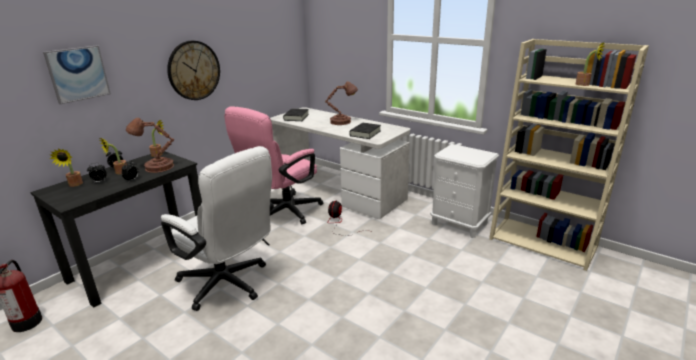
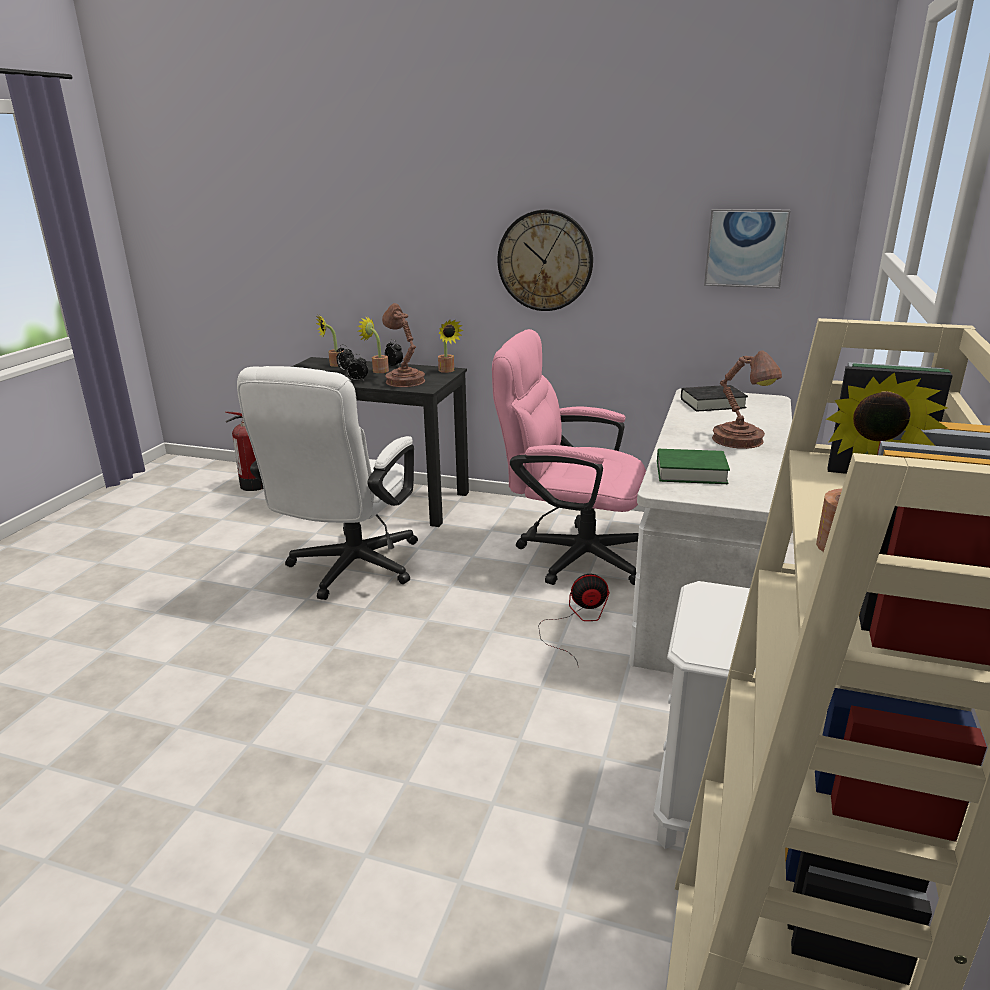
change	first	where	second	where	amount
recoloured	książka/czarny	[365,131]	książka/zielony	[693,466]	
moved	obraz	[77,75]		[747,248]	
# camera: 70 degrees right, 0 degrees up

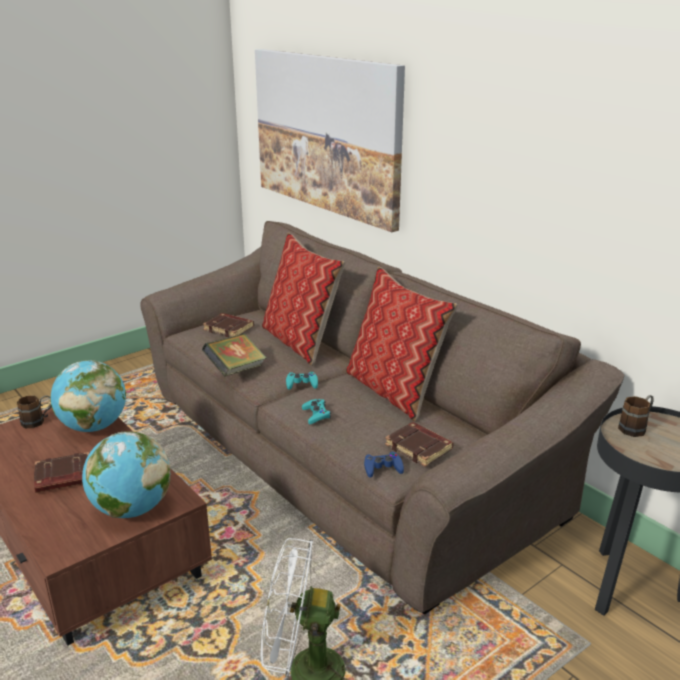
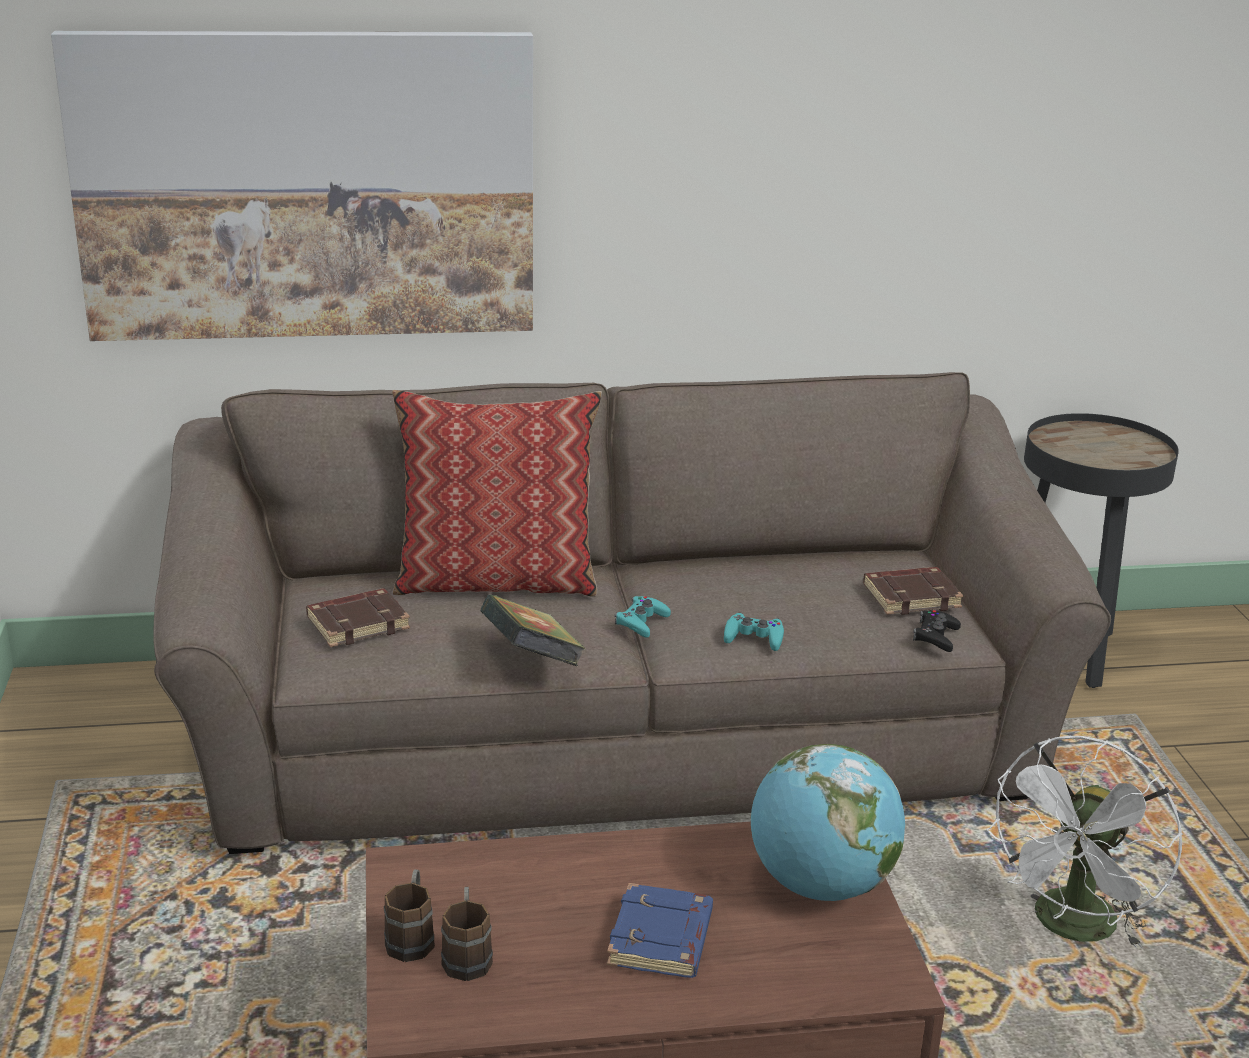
change	first	where	second	where	amount
moved	kubek/brązowy	[636,416]		[467,934]	
recoloured	książka/brązowy	[61,472]	książka/niebieski	[660,930]	
recoloured	pad do gier/niebieski	[384,464]	pad do gier/czarny	[937,631]	
removed	globus	[88,396]			
removed	poduszka	[402,344]			
# camera: 60 degrees left, 0 degrees up

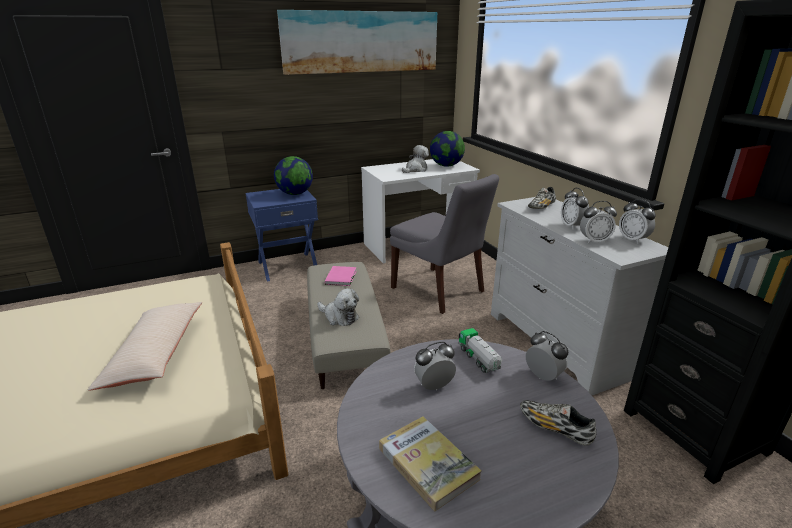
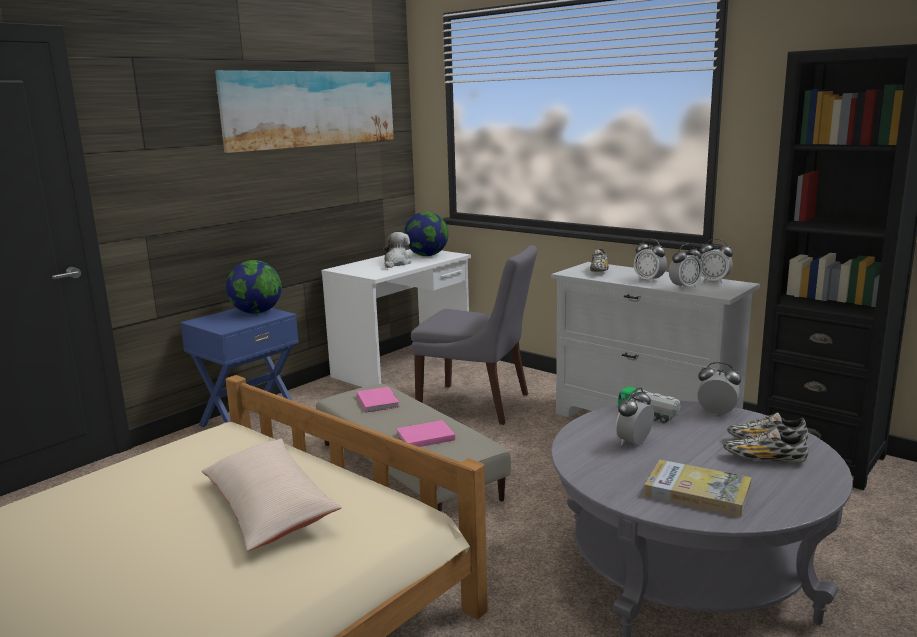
change	first	where	second	where	amount
replaced	pluszak	[338,307]	książka/różowy	[425,433]	
added			but	[765,445]	
# camera: 25 degrees left, 10 degrees down

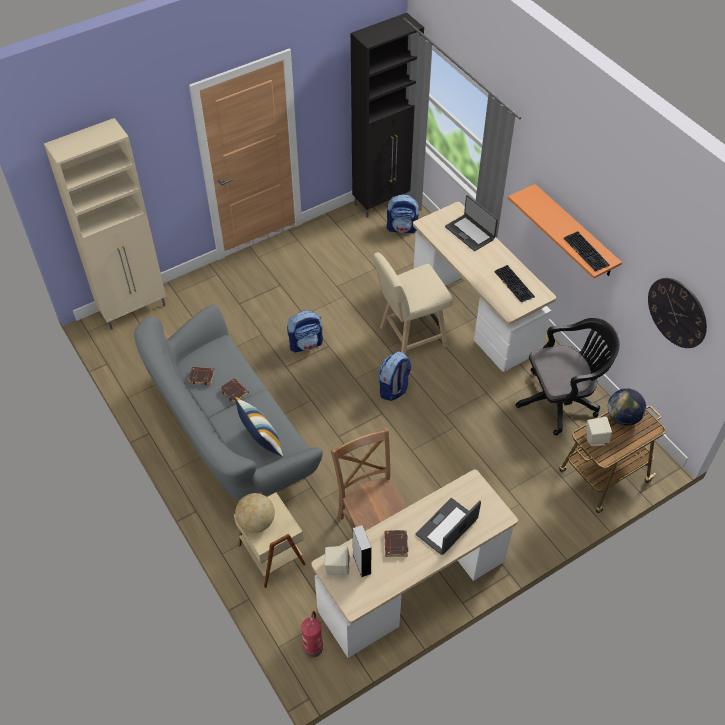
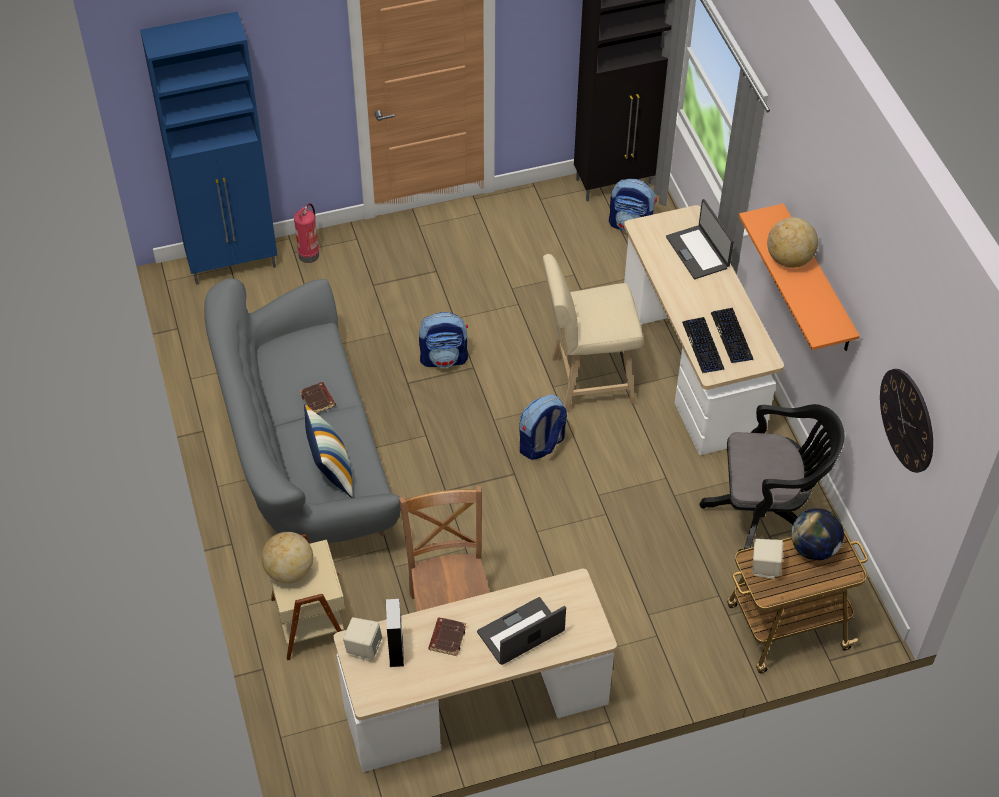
change	first	where	second	where	amount
recoloured	szafka/beżowy	[105,224]	szafka/niebieski	[208,148]	
moved	gaśnica	[312,634]		[306,233]	
moved	klawiatura	[587,251]		[703,345]	
added			globus	[792,242]	
removed	książka/brązowy	[201,376]			
# camera: 15 degrees right, 0 degrees up

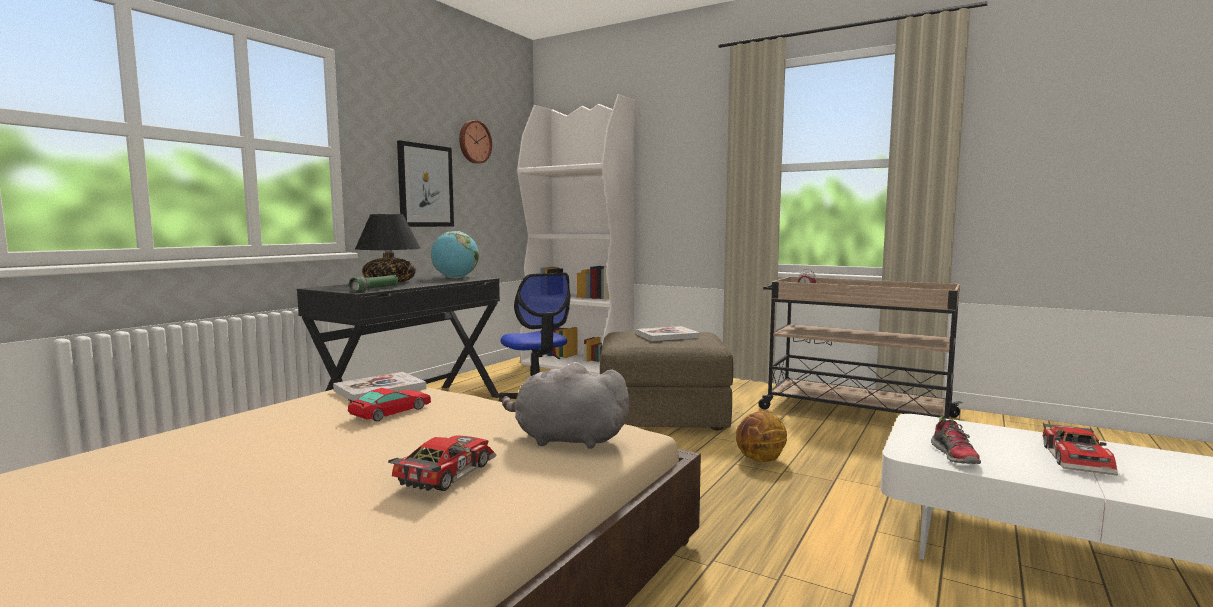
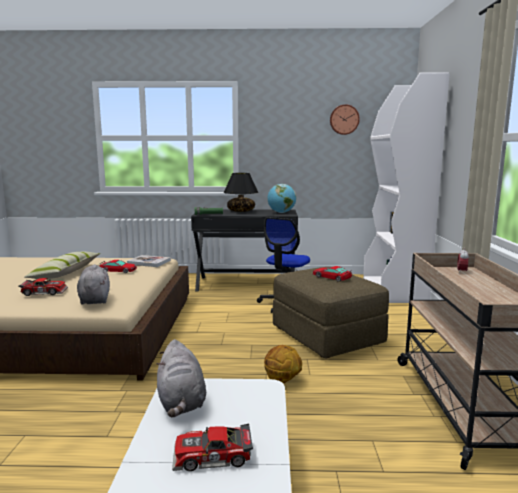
change	first	where	second	where	amount
added			poduszka	[62,265]	
replaced	but	[956,440]	pluszak/szary	[181,378]	
replaced	książka	[668,333]	samochodzik	[332,274]	
removed	obraz	[425,183]			
# camera: 60 degrees right, 5 degrees up

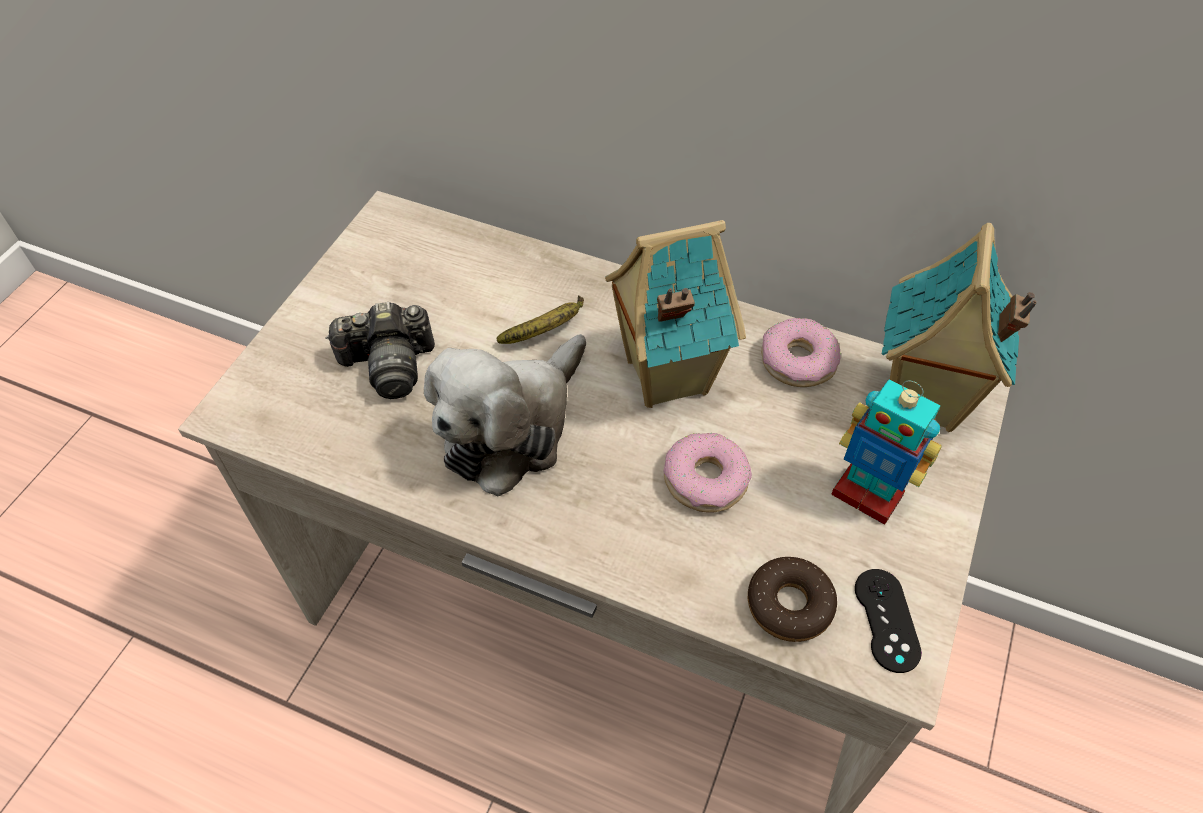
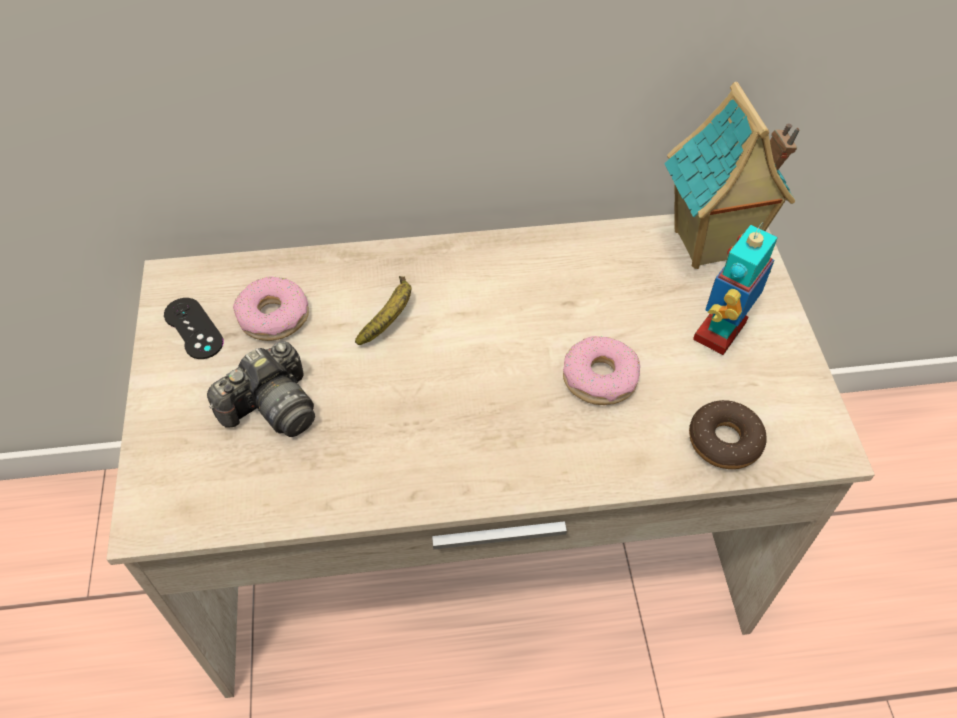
change	first	where	second	where	amount
moved	pad do gier/czarny	[888,621]		[193,328]	
moved	donut	[801,352]		[271,309]	
turned	robot zabawkowy	[886,452]		[735,288]	120 degrees clockwise
removed	pluszak	[505,415]			
removed	domek	[675,314]			
# camera: 30 degrees left, 0 degrees up

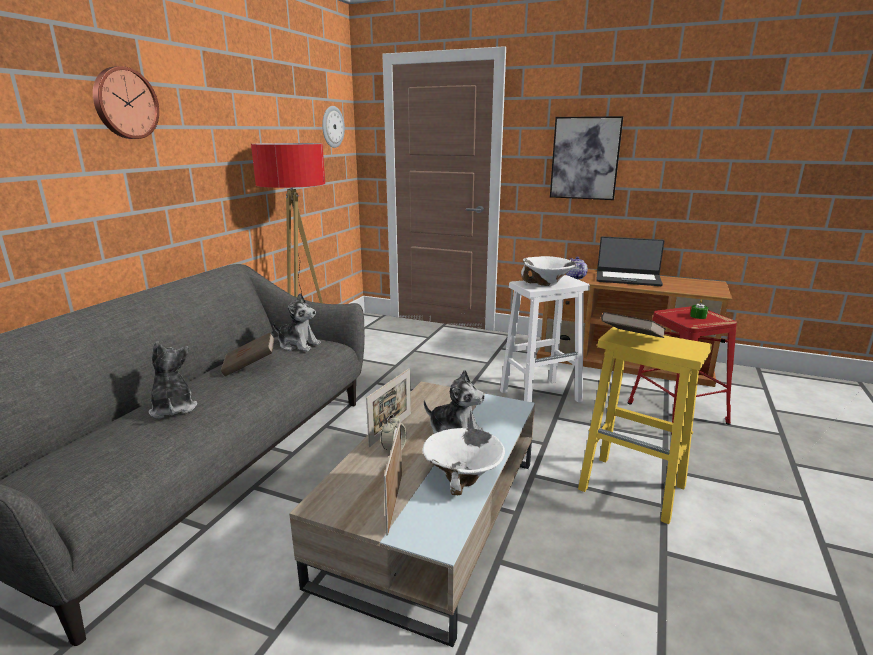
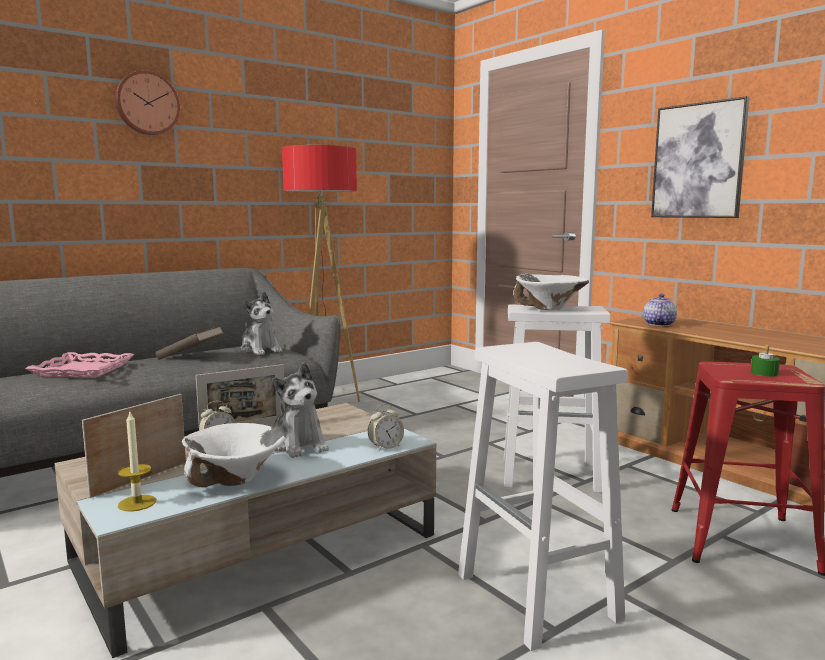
change	first	where	second	where	amount
replaced	pluszak	[173,379]	taca/różowy	[79,365]	
added			świeca	[137,461]	
added			budzik	[386,427]	
recoloured	stołek/żółty	[645,425]	stołek/biały	[542,496]	
removed	zegar ścienny	[333,127]			
removed	laptop	[630,261]			
removed	książka/brązowy	[633,325]			
# camera: 30 degrees right, 10 degrees down

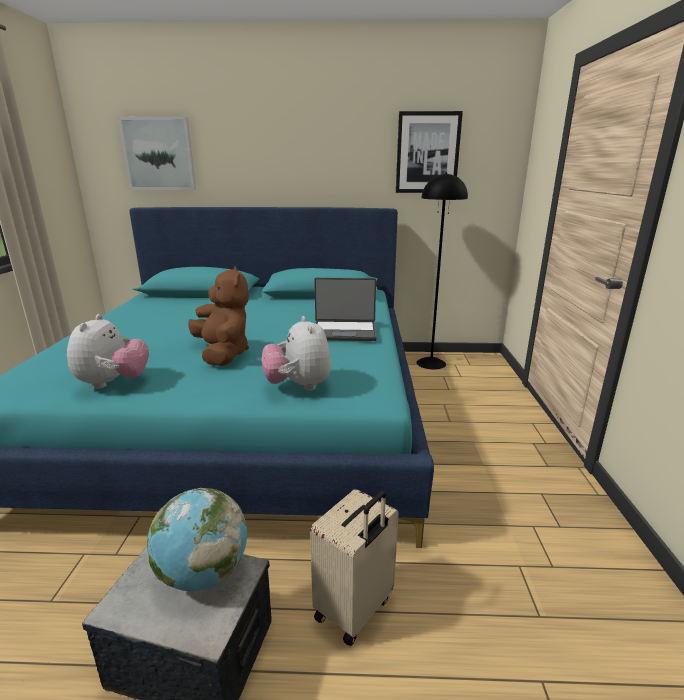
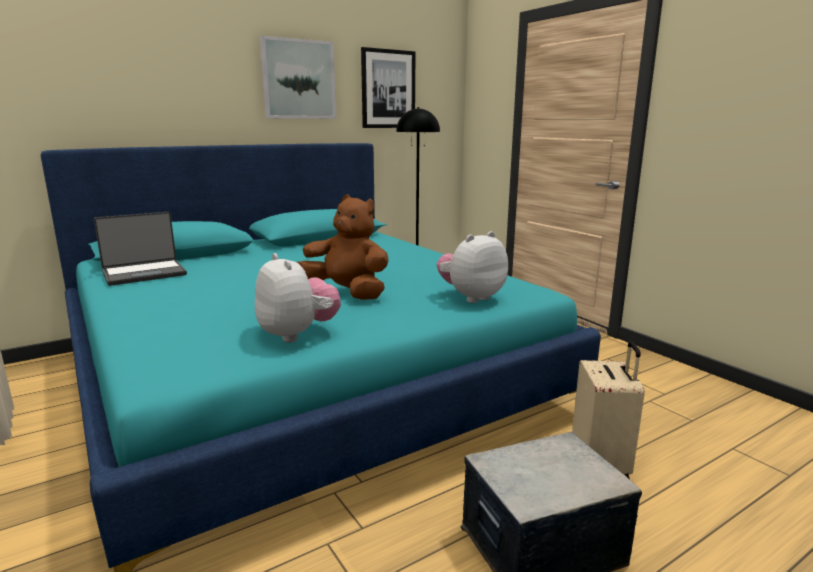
change	first	where	second	where	amount
moved	laptop	[345,309]		[140,249]	
moved	obraz	[157,153]		[298,77]	
turned	pluszak	[296,353]		[472,267]	105 degrees clockwise
removed	globus	[197,539]			
# camera: 35 degrees left, 5 degrees down

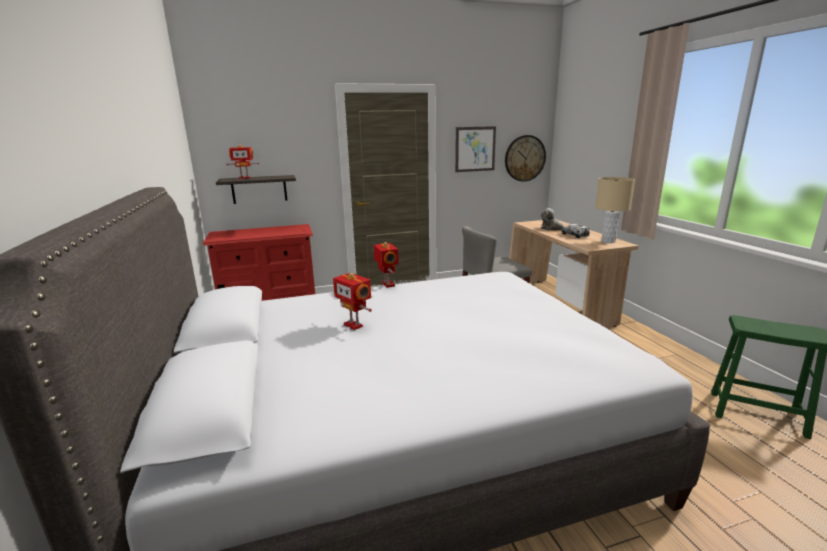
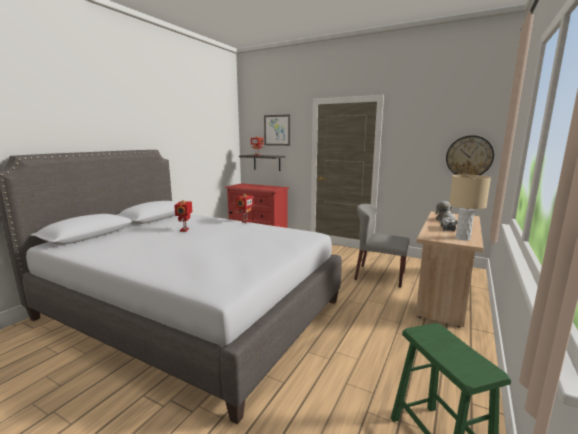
change	first	where	second	where	amount
moved	obraz	[475,149]		[277,130]	
# camera: 45 degrees right, 5 degrees down

